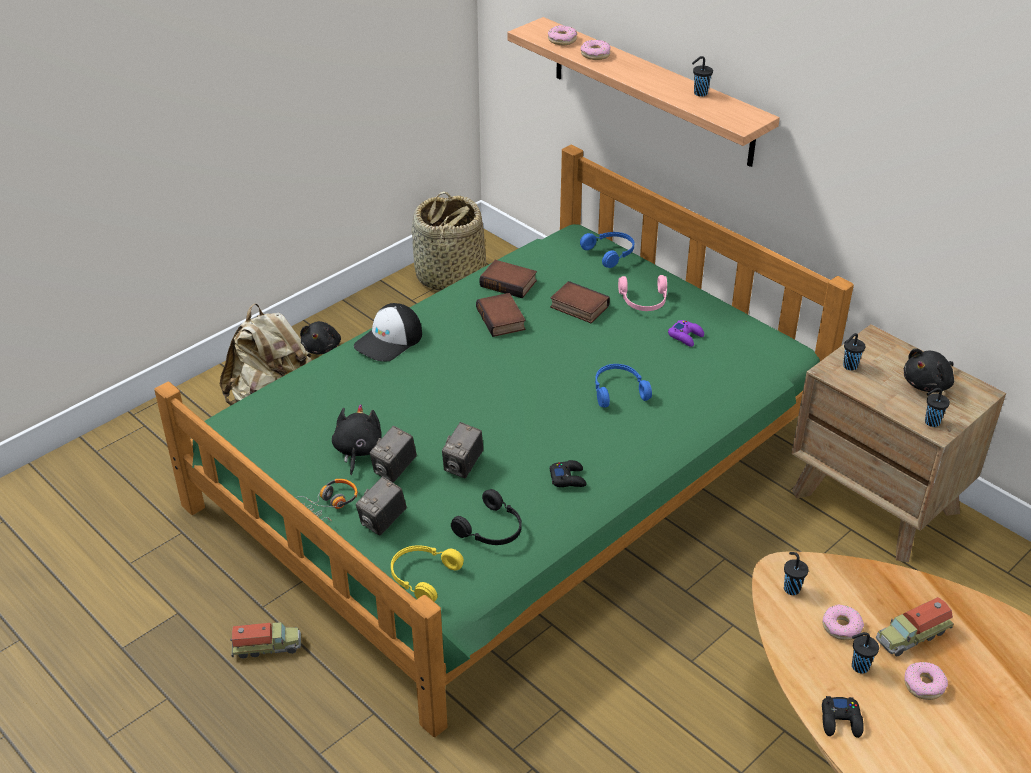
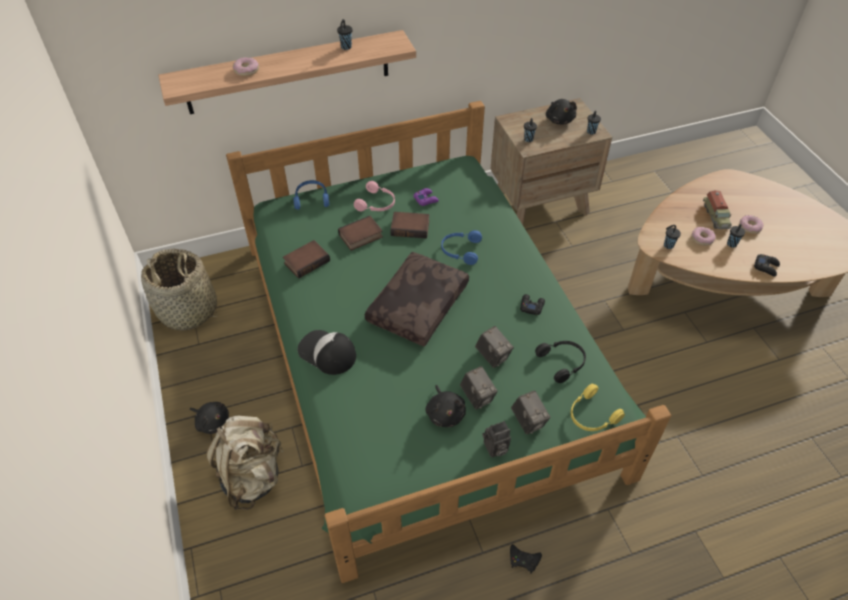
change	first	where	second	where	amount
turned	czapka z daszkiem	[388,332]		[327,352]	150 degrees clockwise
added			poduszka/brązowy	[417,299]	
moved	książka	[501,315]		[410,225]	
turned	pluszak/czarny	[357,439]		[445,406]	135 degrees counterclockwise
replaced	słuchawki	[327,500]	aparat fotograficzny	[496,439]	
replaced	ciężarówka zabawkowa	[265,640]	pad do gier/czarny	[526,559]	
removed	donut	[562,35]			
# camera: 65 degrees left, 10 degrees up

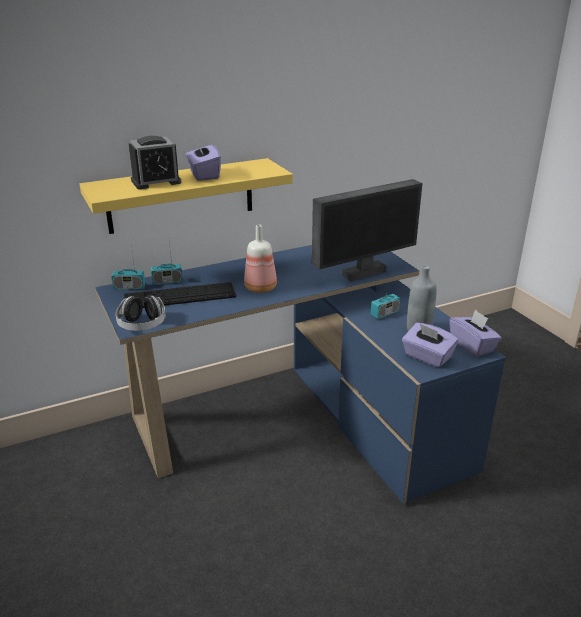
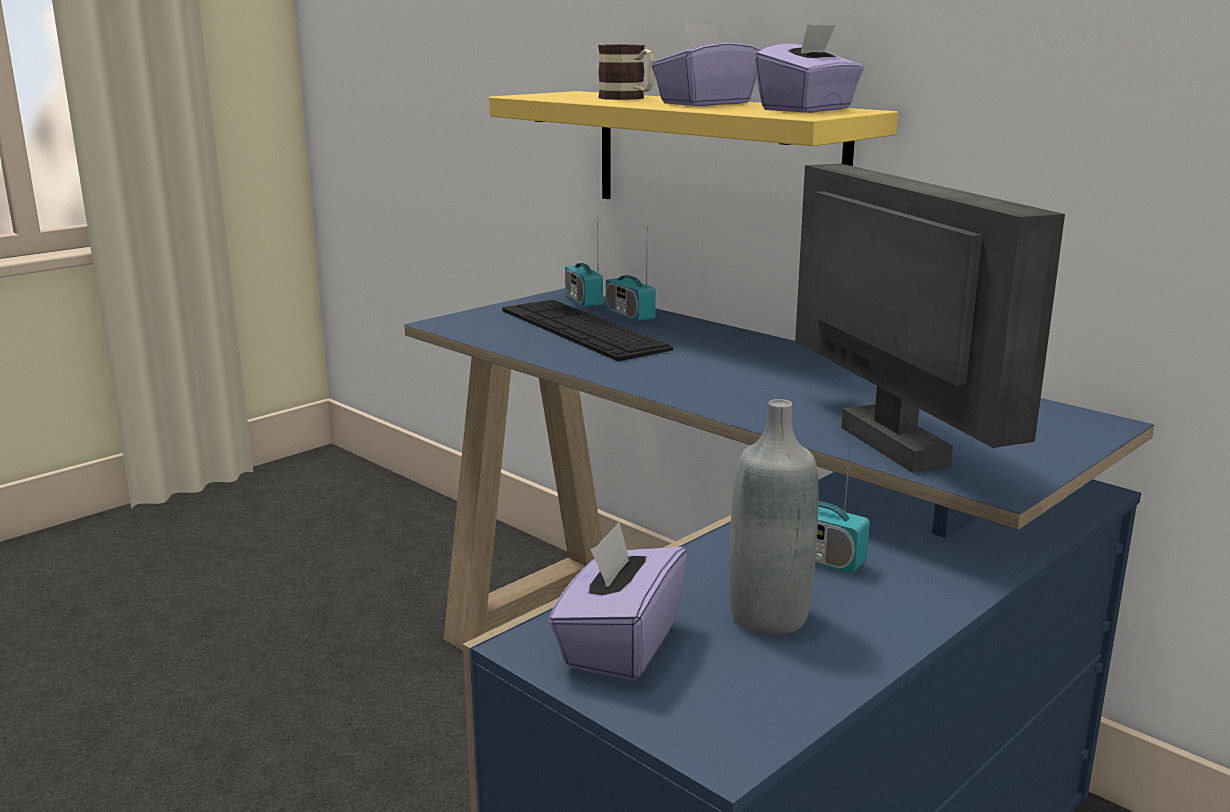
change	first	where	second	where	amount
replaced	budzik	[155,162]	kubek	[626,72]	
moved	pudełko chusteczek/fioletowy	[475,333]		[809,68]	
turned	monitor	[367,230]		[930,318]	150 degrees counterclockwise
removed	słuchawki	[140,313]			
removed	butelka	[260,259]			
# camera: 70 degrees right, 10 degrees down

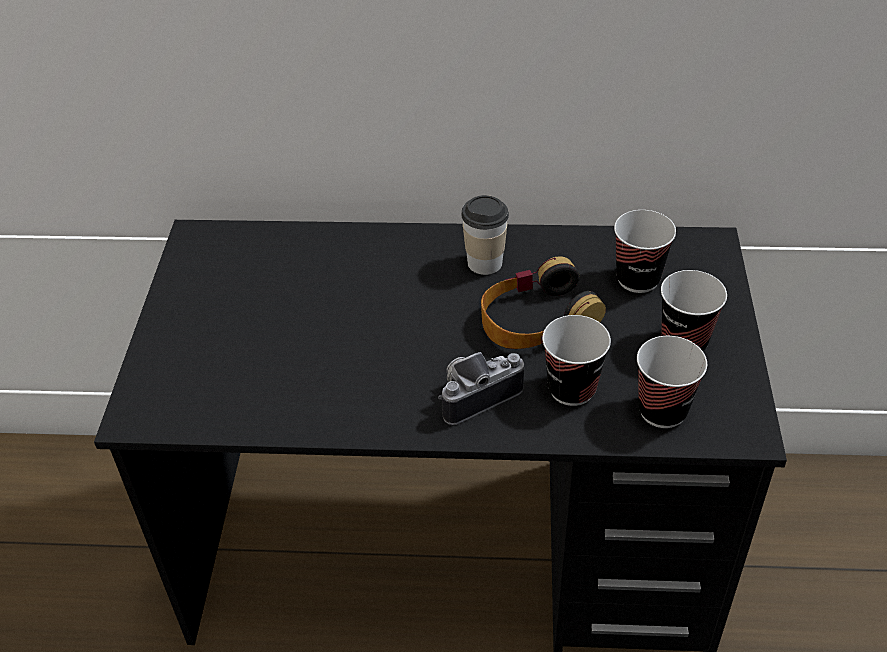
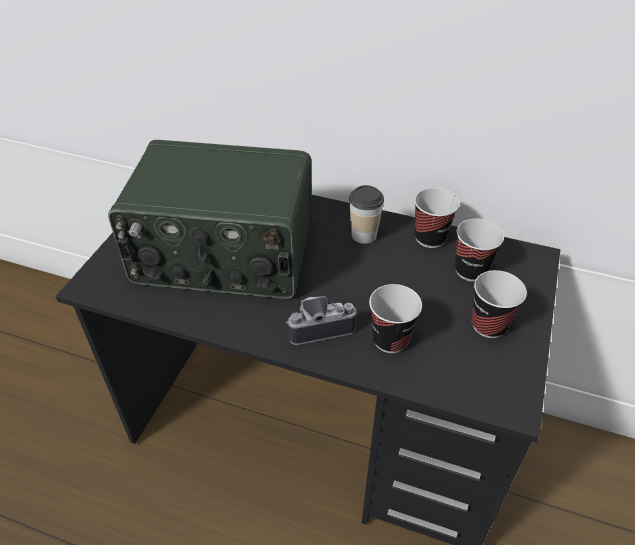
change	first	where	second	where	amount
added			radio	[210,219]	
moved	filiżanka	[672,382]		[436,218]	
removed	słuchawki	[543,302]			
# camera: 15 degrees right, 0 degrees up

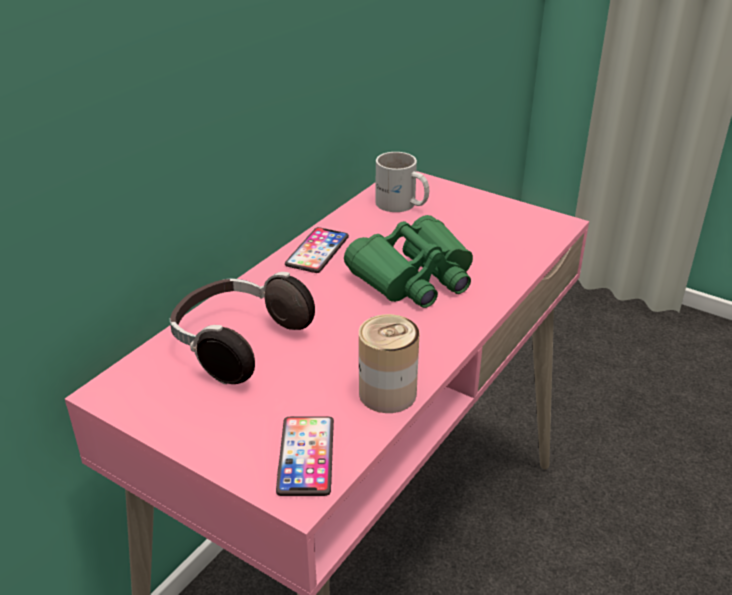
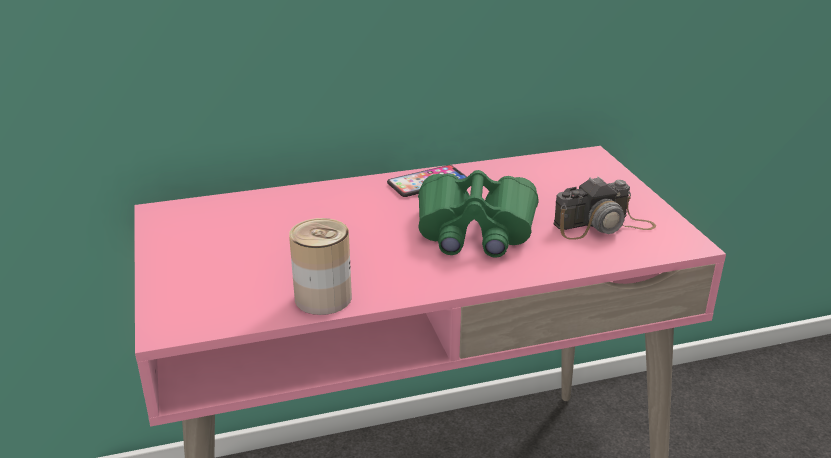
change	first	where	second	where	amount
added			aparat fotograficzny	[605,208]	
removed	słuchawki	[242,328]			
removed	telefon	[305,456]			
removed	kubek/biały	[402,182]			
# camera: 40 degrees right, 5 degrees down

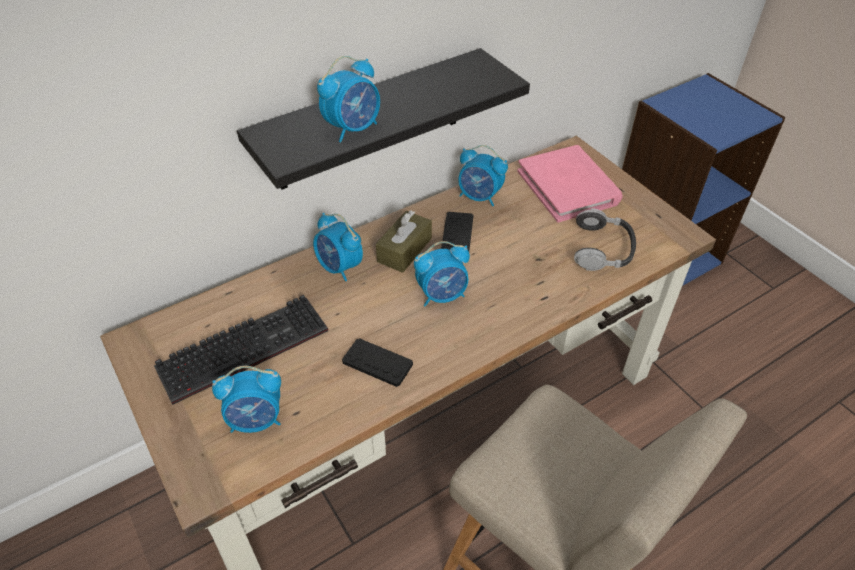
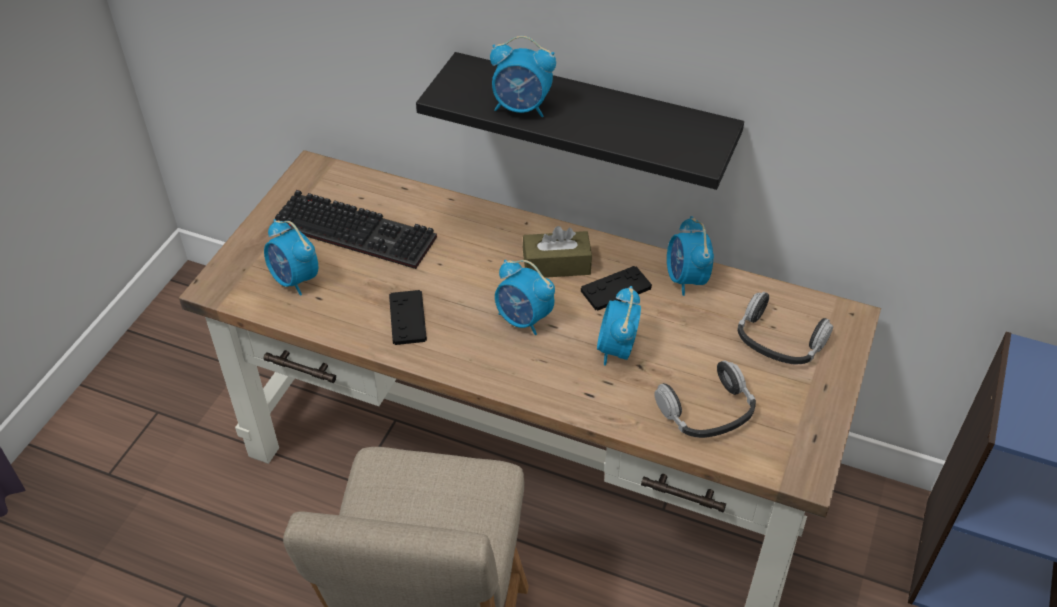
change	first	where	second	where	amount
moved	budzik	[338,247]		[619,326]	
replaced	książka/różowy	[569,183]	słuchawki	[785,328]	
# camera: 55 degrees right, 0 degrees up

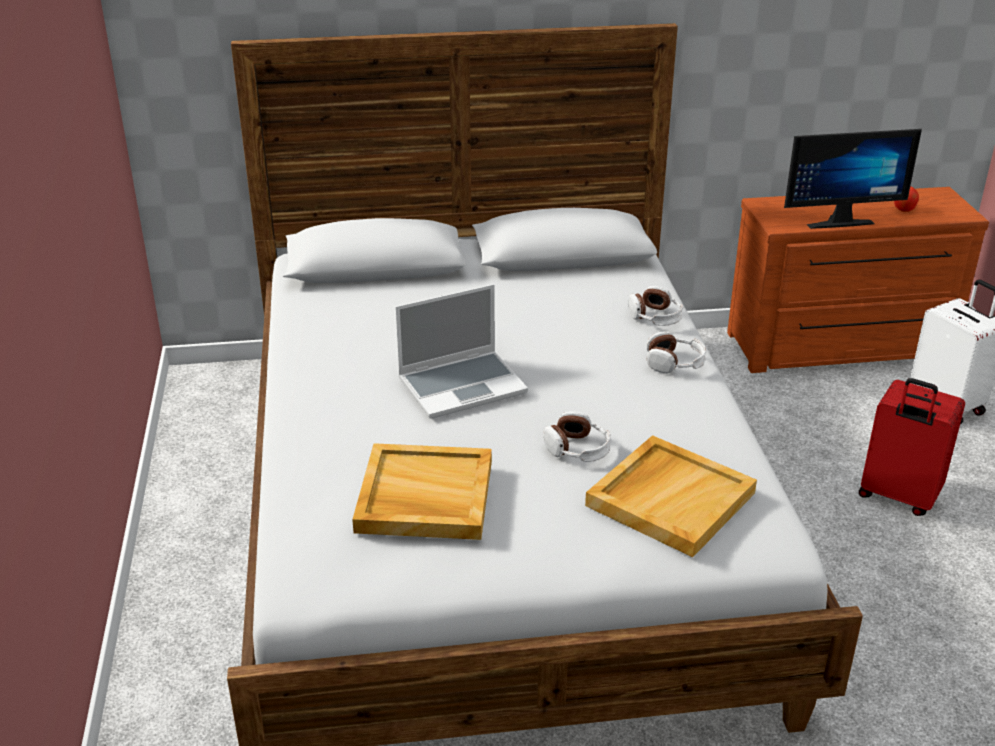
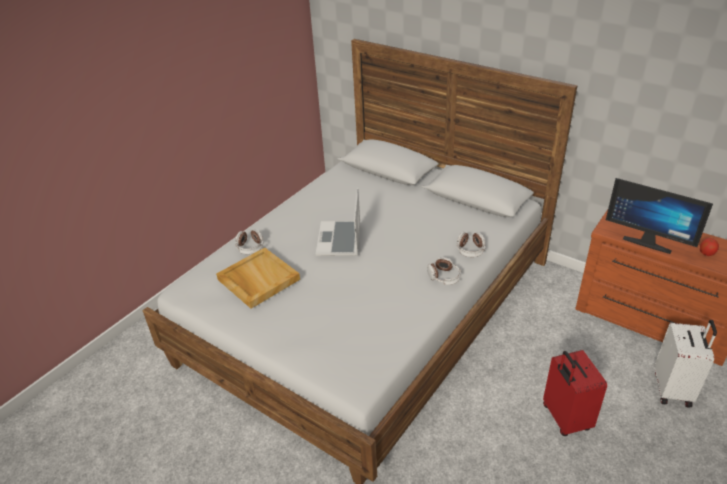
change	first	where	second	where	amount
moved	słuchawki	[577,436]		[249,241]	
turned	laptop	[461,351]		[338,222]	75 degrees clockwise
removed	taca/beżowy	[671,496]			
# camera: 45 degrees right, 5 degrees up

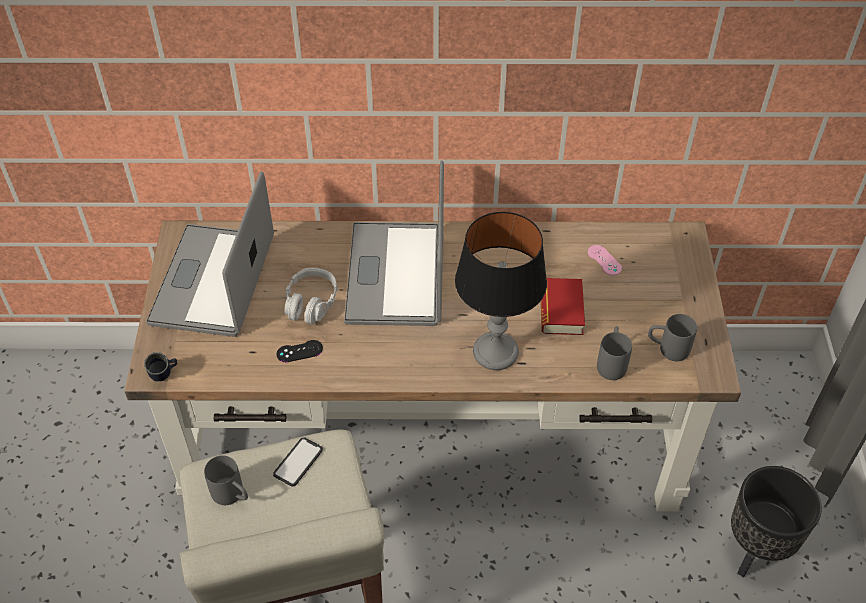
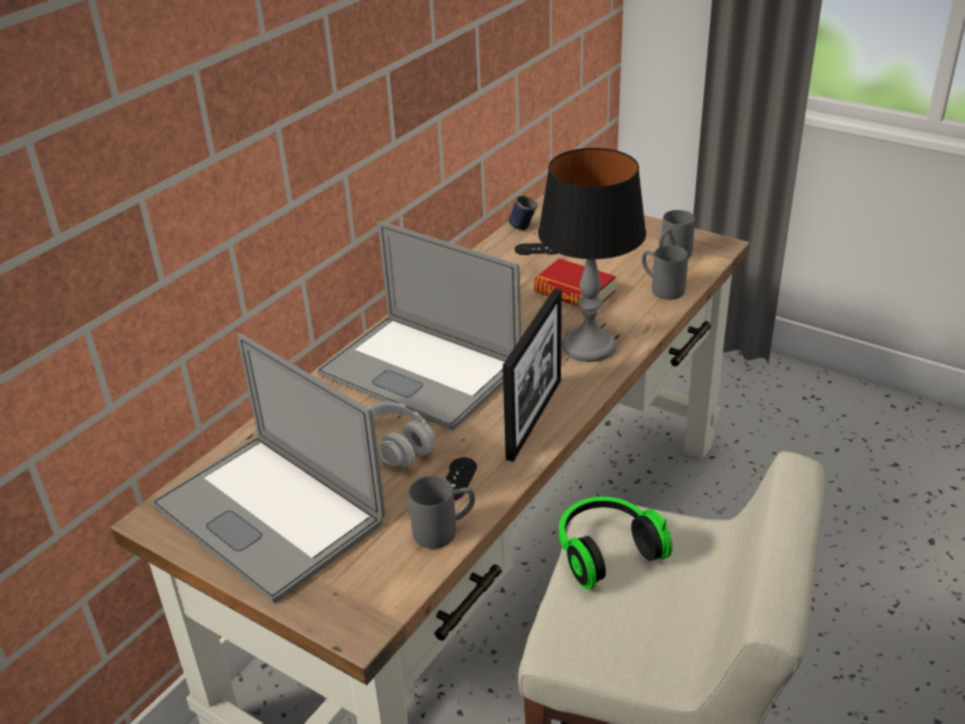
change	first	where	second	where	amount
moved	kubek/szary	[226,480]		[441,512]	
added			ramka na zdjęcie	[532,375]	
moved	kubek/niebieski	[160,366]		[523,213]	
recoloured	pad do gier/różowy	[605,260]	pad do gier/czarny	[536,249]	
replaced	telefon	[298,462]	słuchawki	[615,543]	
removed	donica/czarny	[776,521]			
# camera: 55 degrees left, 15 degrees down

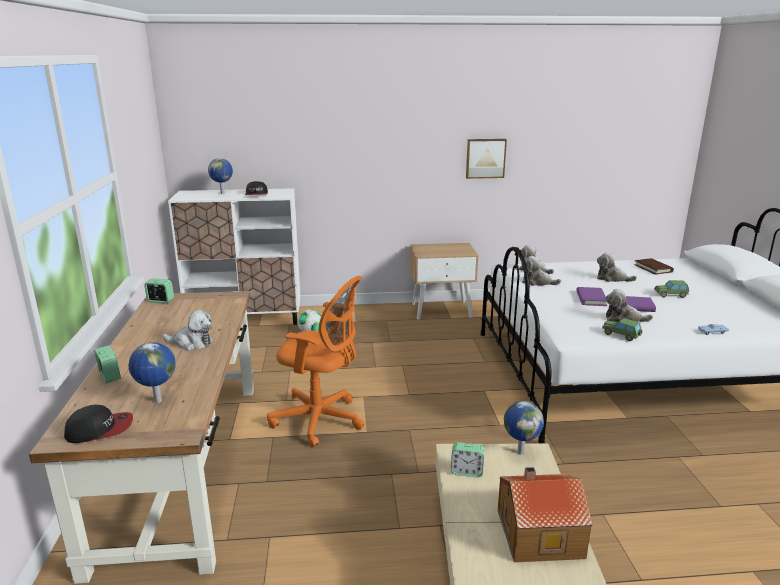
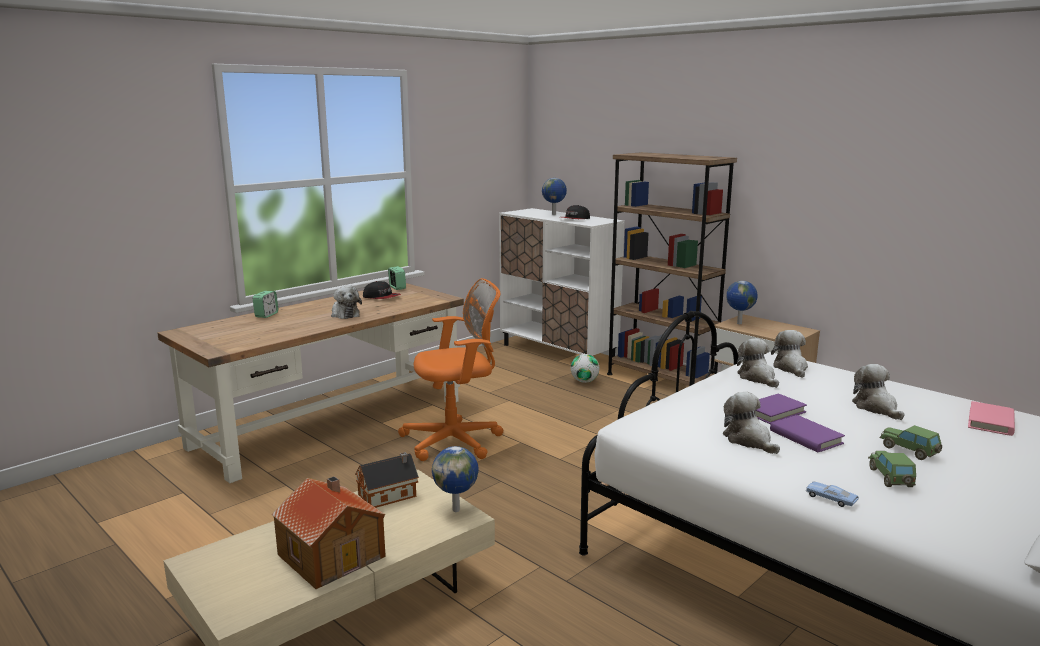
change	first	where	second	where	amount
replaced	budzik	[467,459]	domek	[387,480]	
moved	czapka z daszkiem	[98,424]		[382,290]	
turned	krzesło biurowe/pomarańczowy	[315,361]		[450,369]	90 degrees counterclockwise
added			regał/brązowy	[672,269]	
moved	globus	[152,372]		[742,302]	
moved	samochodzik	[622,329]		[892,469]	
recoloured	książka/brązowy	[654,266]	książka/różowy	[991,418]	
removed	obraz	[486,159]			
# camera: 50 degrees right, 5 degrees down

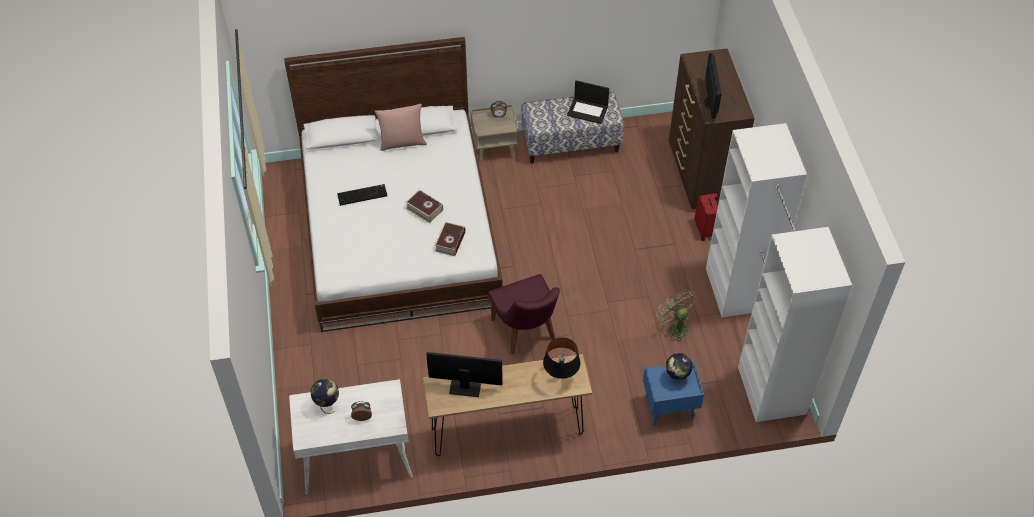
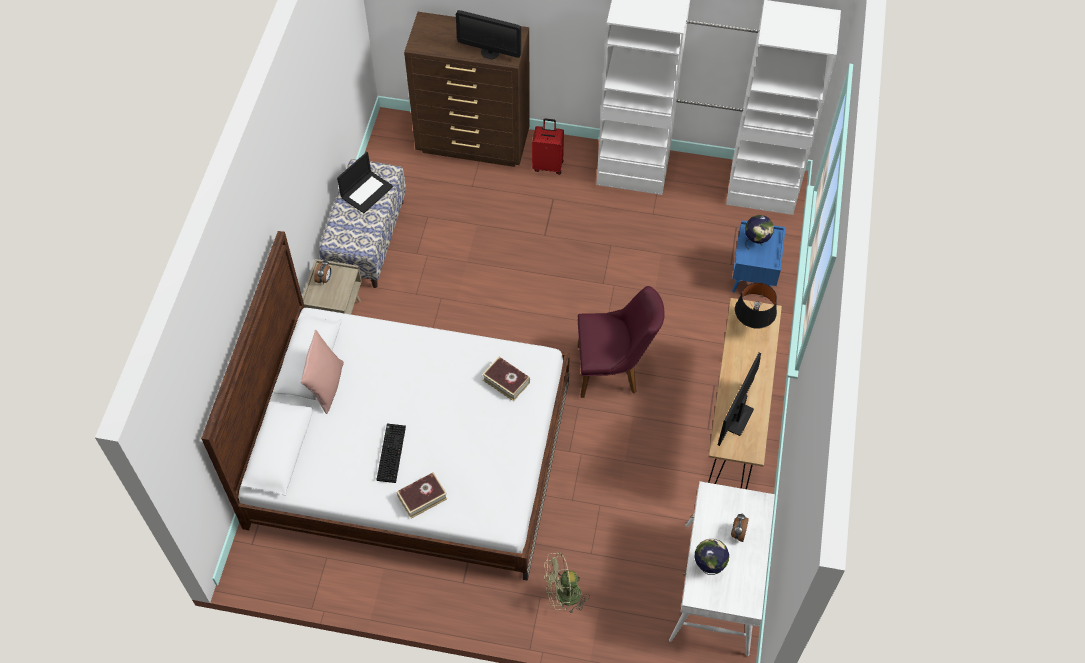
change	first	where	second	where	amount
moved	książka	[424,206]		[422,495]	
moved	wentylator/zielony	[676,316]		[567,583]	
# camera: 70 degrees left, 5 degrees up

